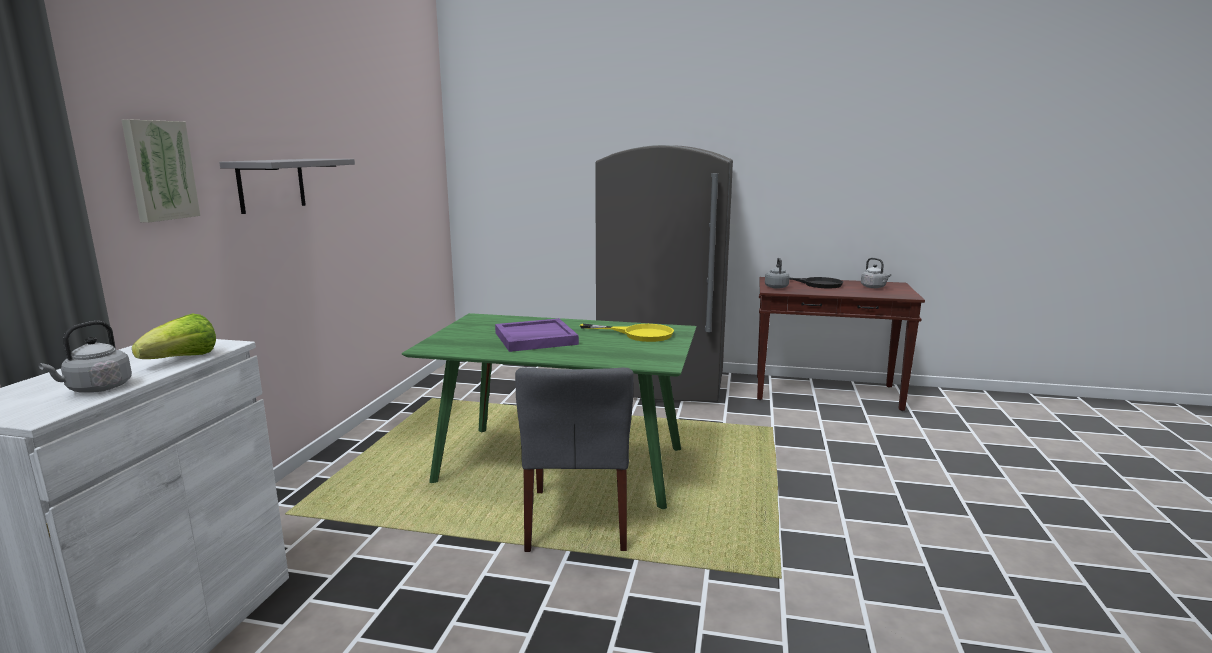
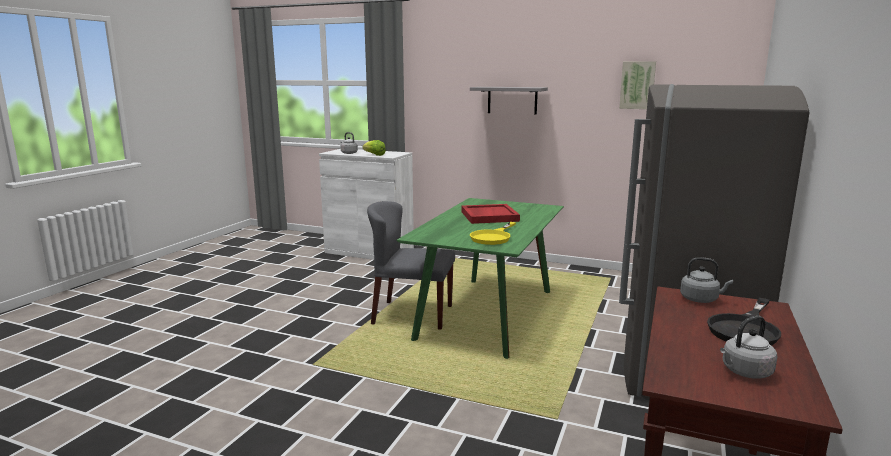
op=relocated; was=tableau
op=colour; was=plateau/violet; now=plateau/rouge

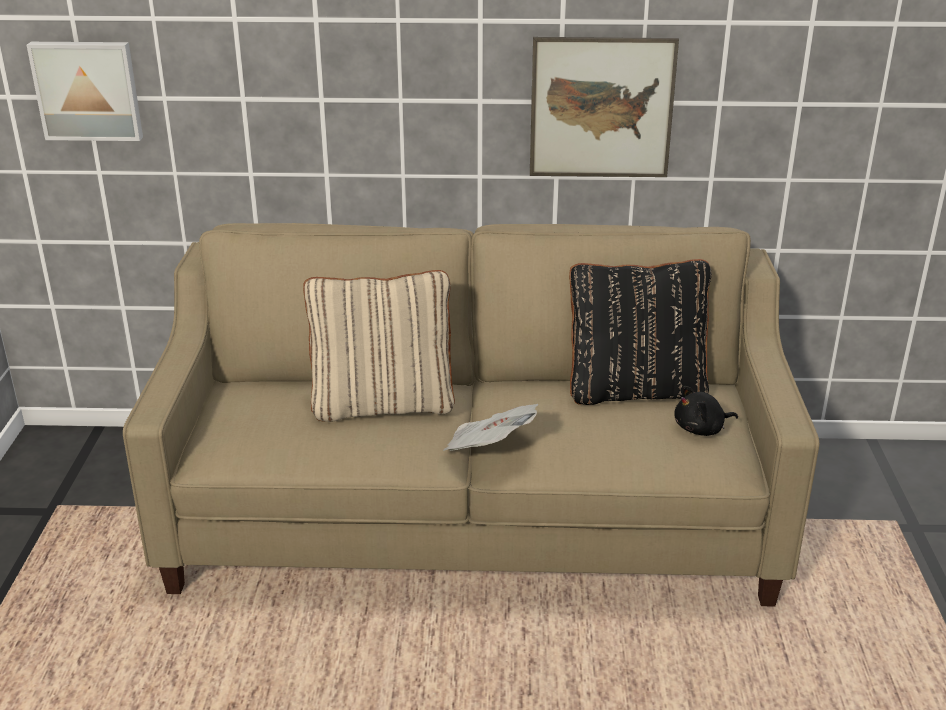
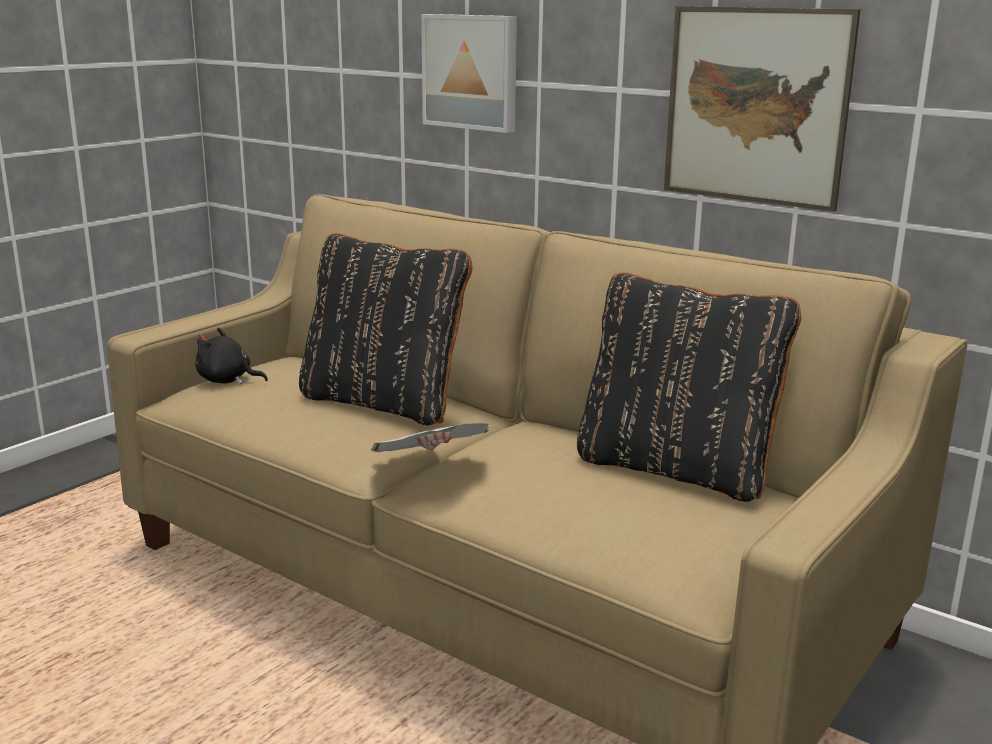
op=relocated; was=tableau (no. 1 from left)
op=colour; was=coussin/beige; now=coussin/noir (no. 1 from left)
op=relocated; was=peluche/noir

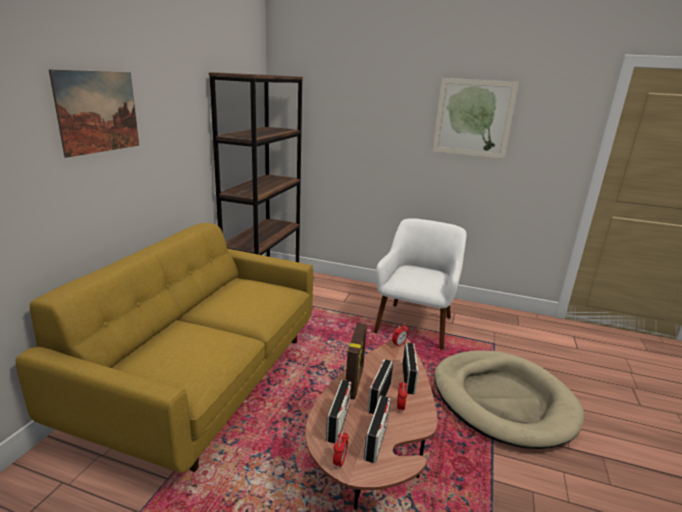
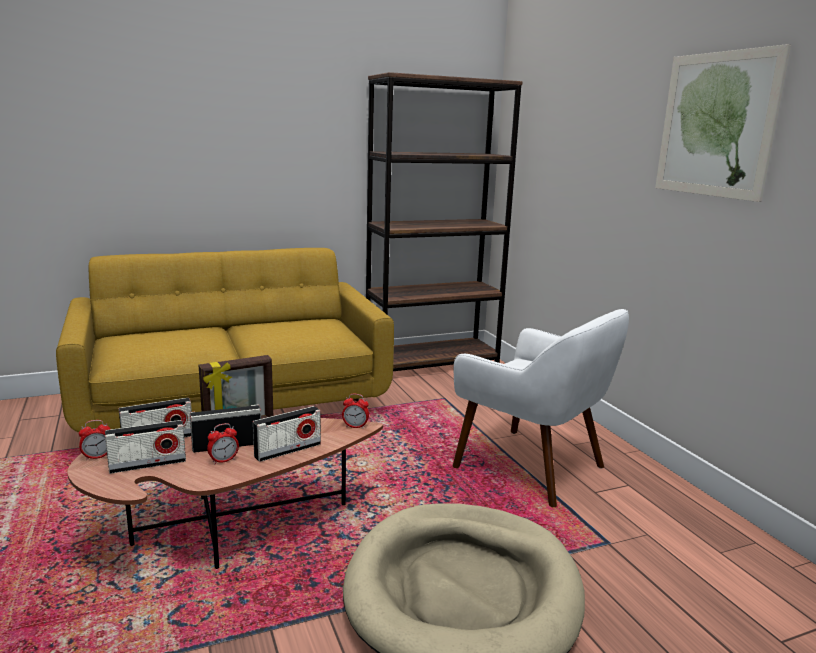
op=missing; was=tableau (no. 1 from left)
op=spun; was=fauteuil/blanc; clockwise=60

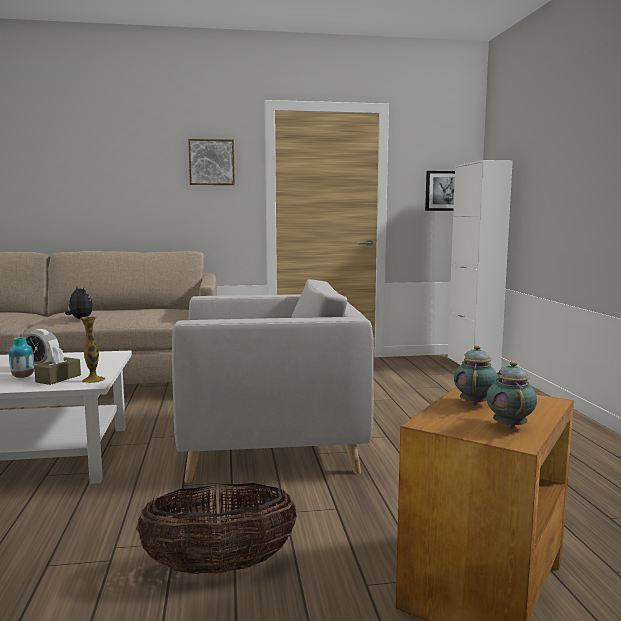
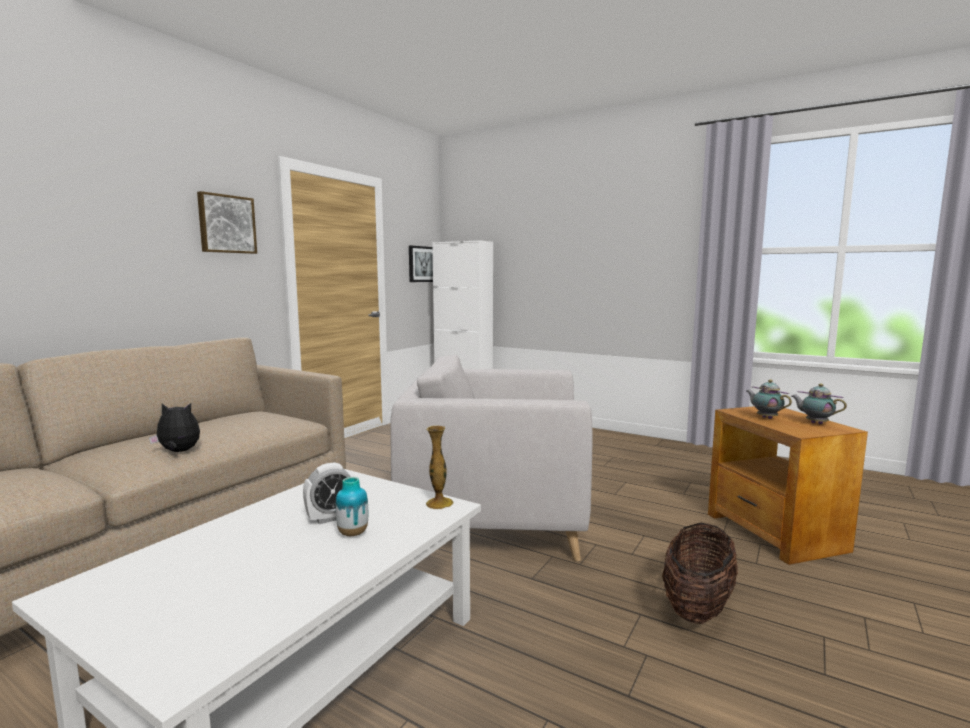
op=missing; was=boîte à mouchoirs/marron
op=spun; was=fauteuil/gris; clockwise=-120

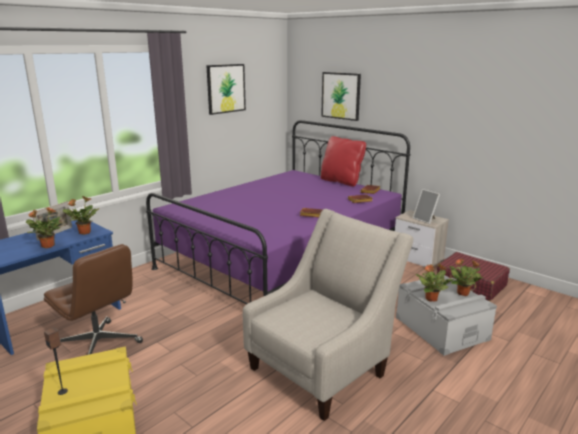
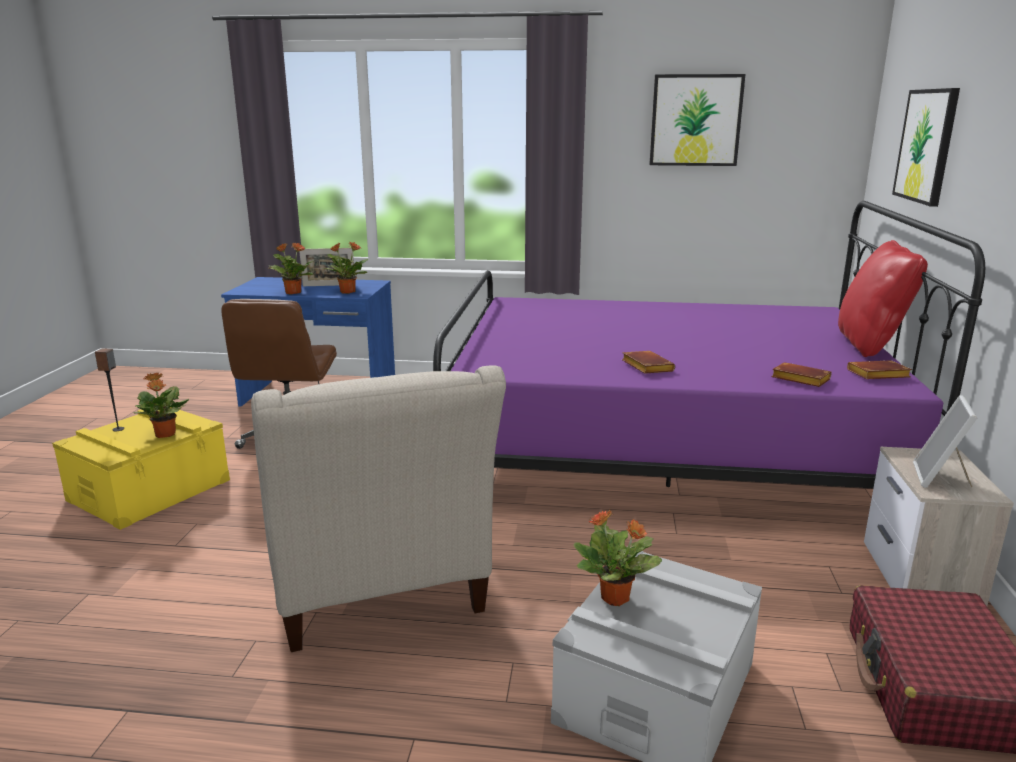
op=spun; was=fauteuil/beige; clockwise=60
op=relocated; was=plante en pot (no. 4 from left in the first image); now=plante en pot (no. 1 from left)

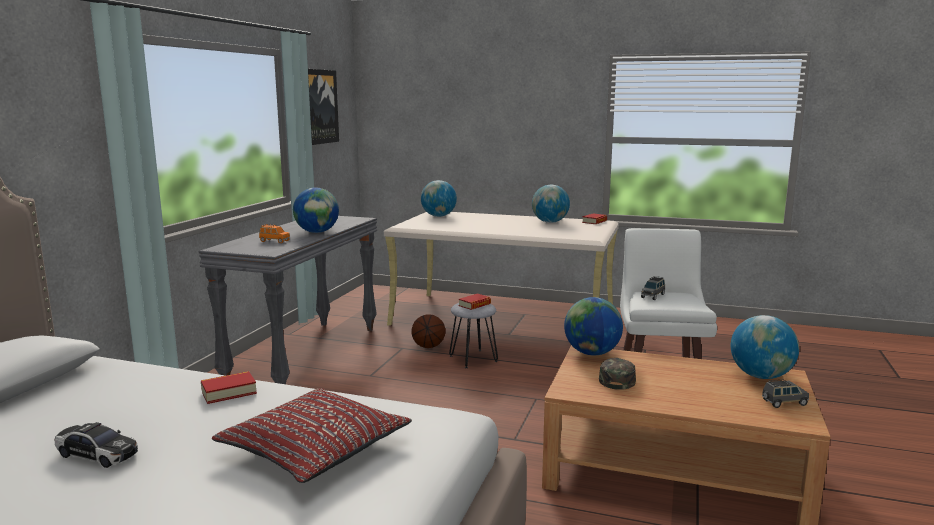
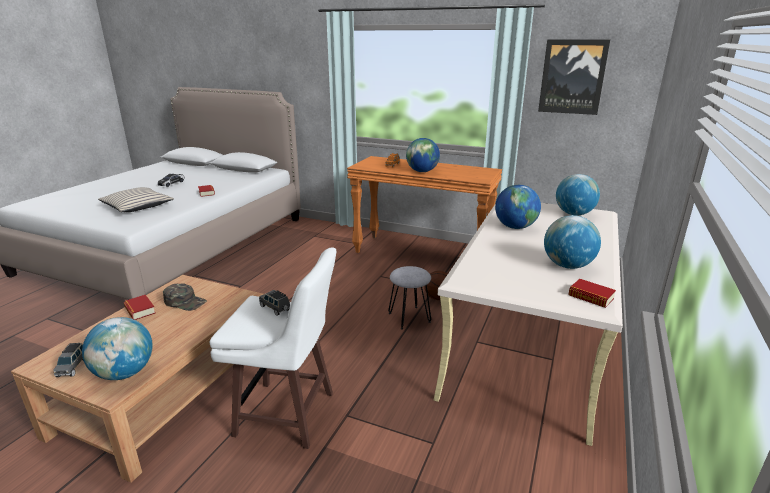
op=colour; was=table console/gris; now=table console/orange
op=colour; was=coussin/rouge; now=coussin/beige
op=relocated; was=livre (no. 2 from left in the first image); now=livre (no. 1 from left)
op=relocated; was=globe (no. 4 from left in the first image); now=globe (no. 3 from left)

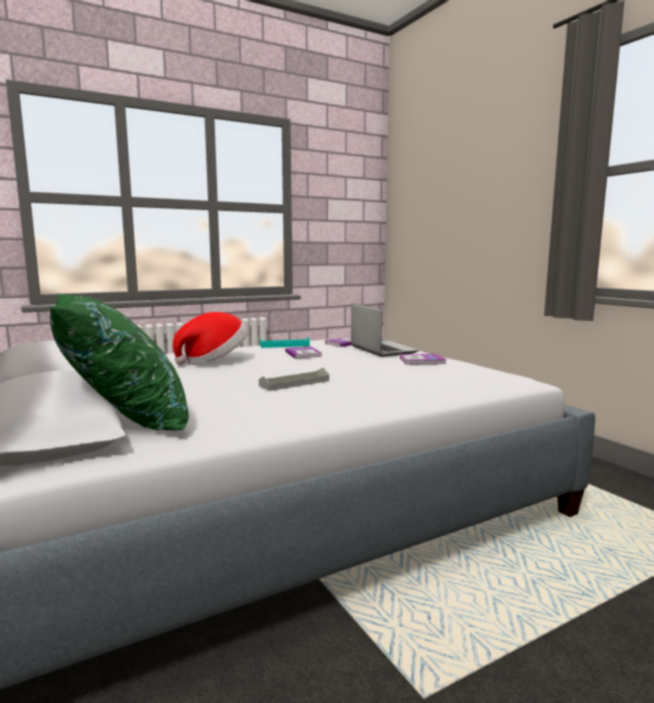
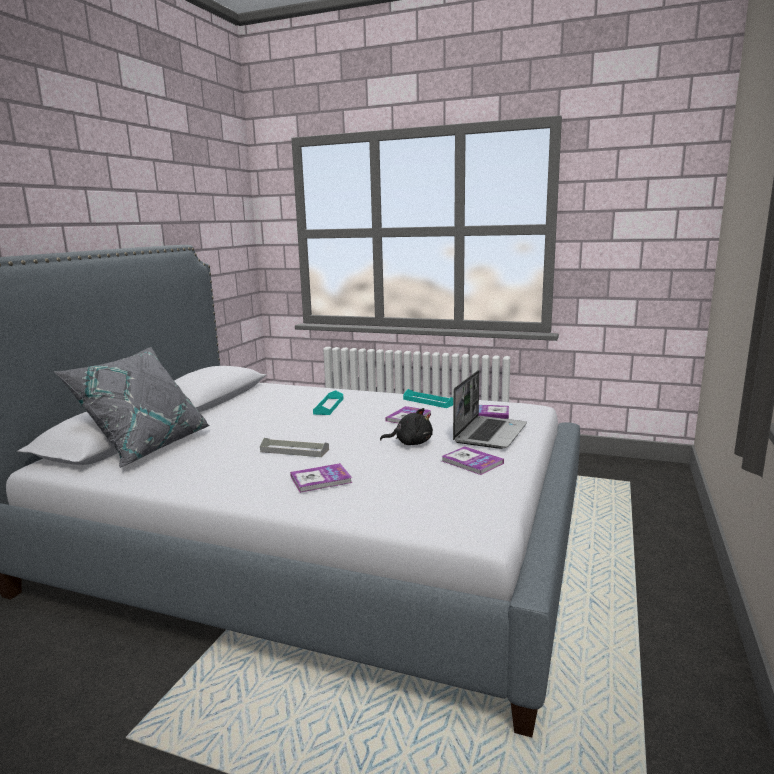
op=colour; was=coussin/vert; now=coussin/gris
op=exchanged; was=chapeau; now=plateau/turquoise (no. 1 from left)
op=appeared; now=livre (no. 1 from left)
op=appeared; now=peluche/noir

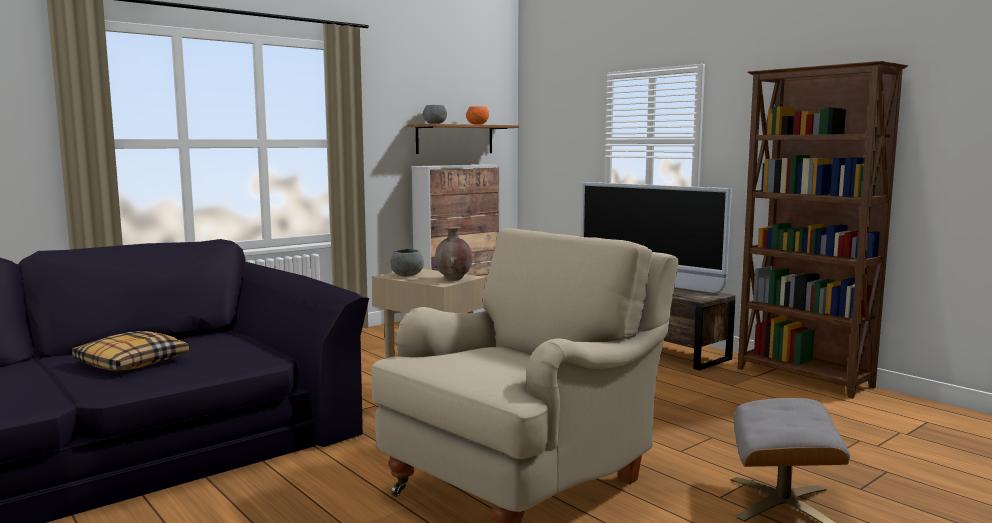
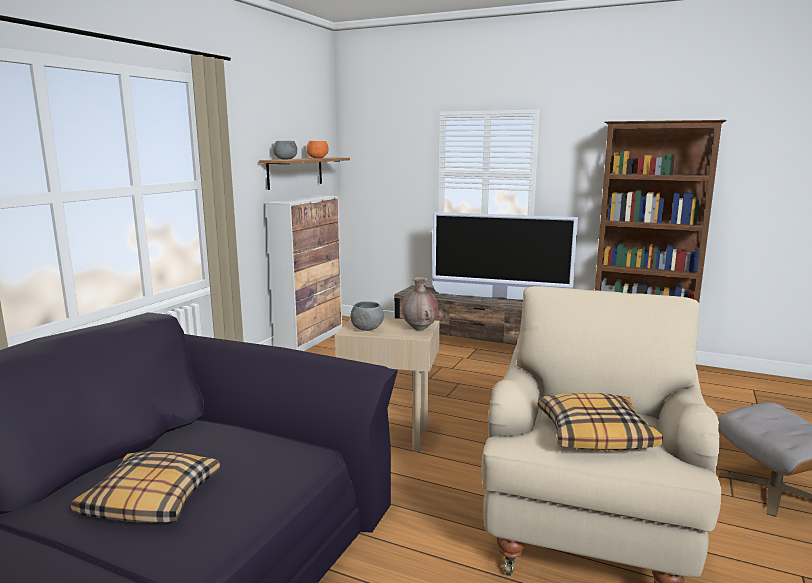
op=appeared; now=coussin (no. 2 from left)

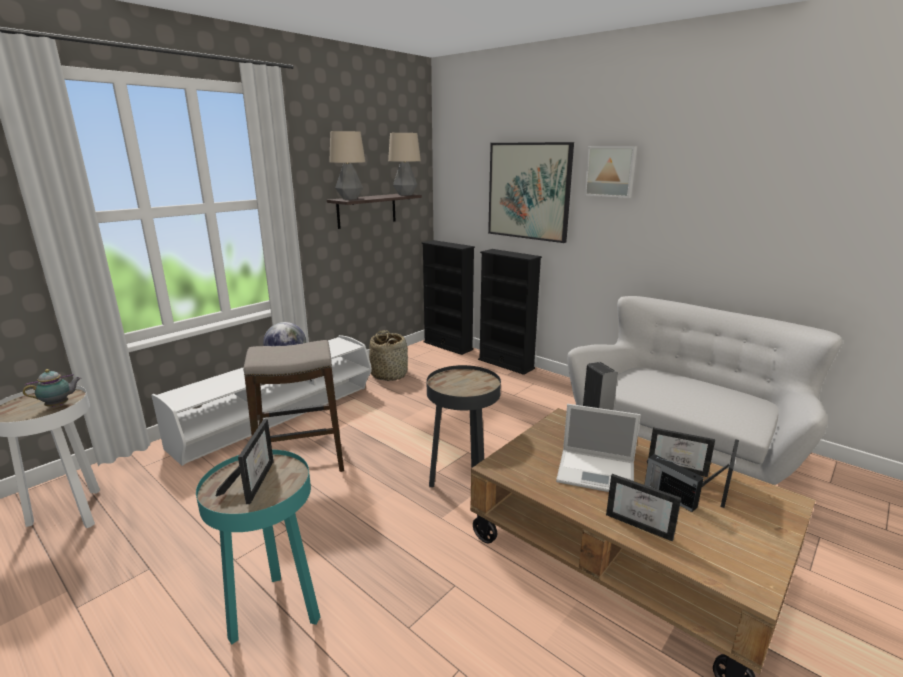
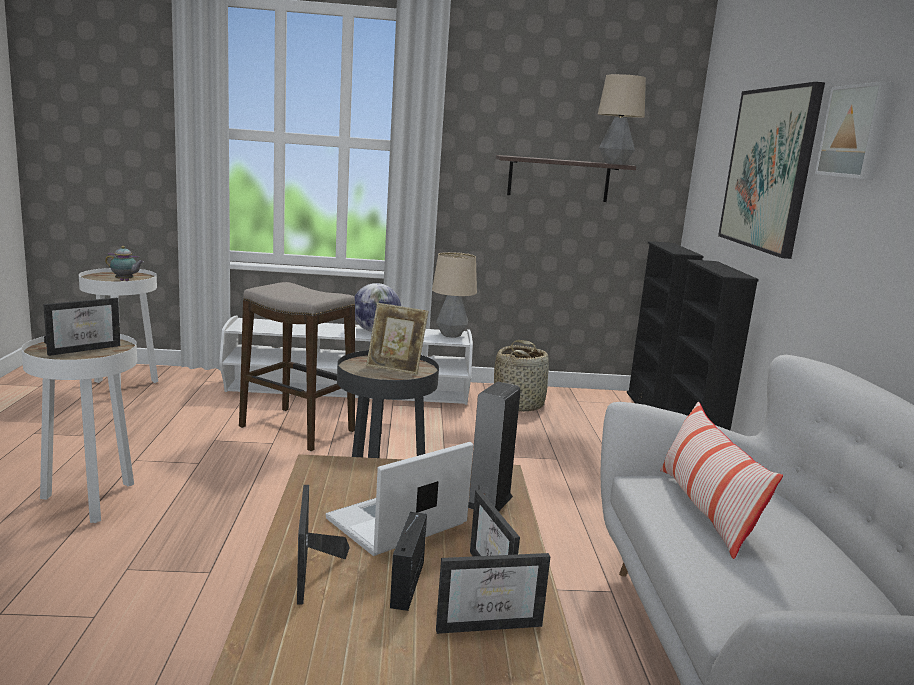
op=colour; was=table d'appoint/turquoise; now=table d'appoint/blanc (no. 1 from left)
op=relocated; was=lampe de table (no. 1 from left)
op=spun; was=ordinateur portable; clockwise=75
op=appeared; now=cadre photo (no. 3 from left)
op=appeared; now=coussin

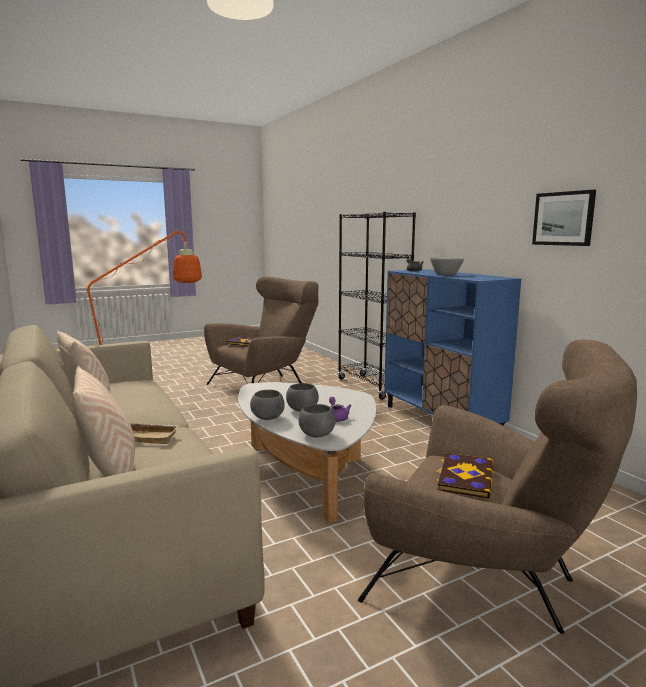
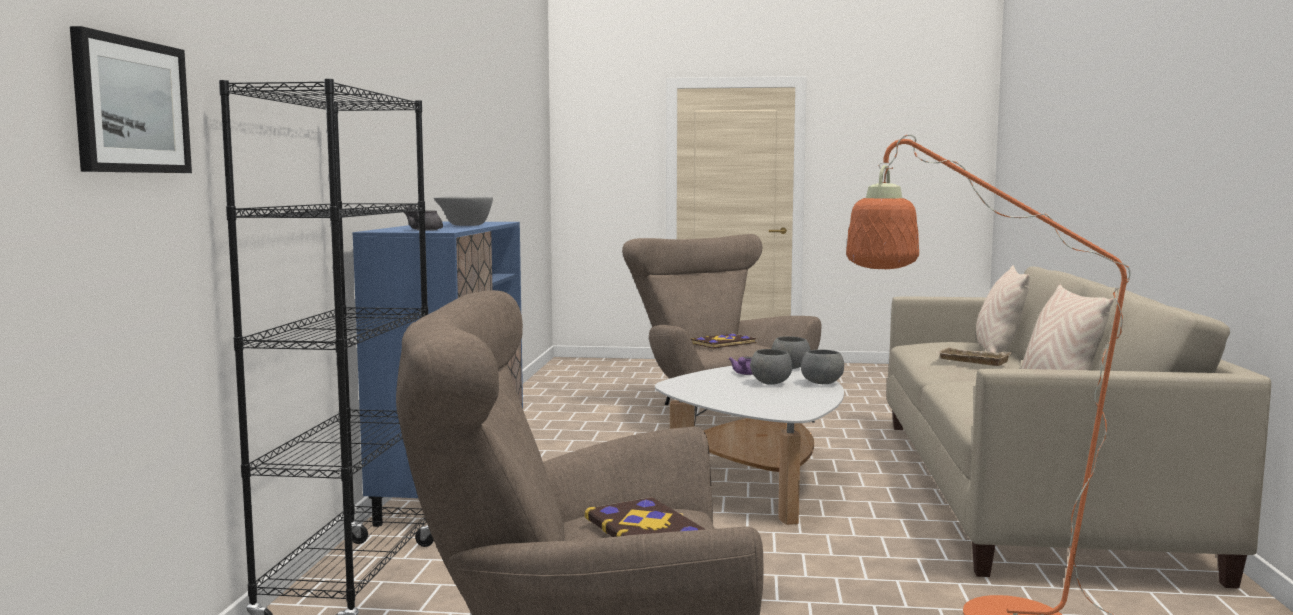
op=relocated; was=tableau

